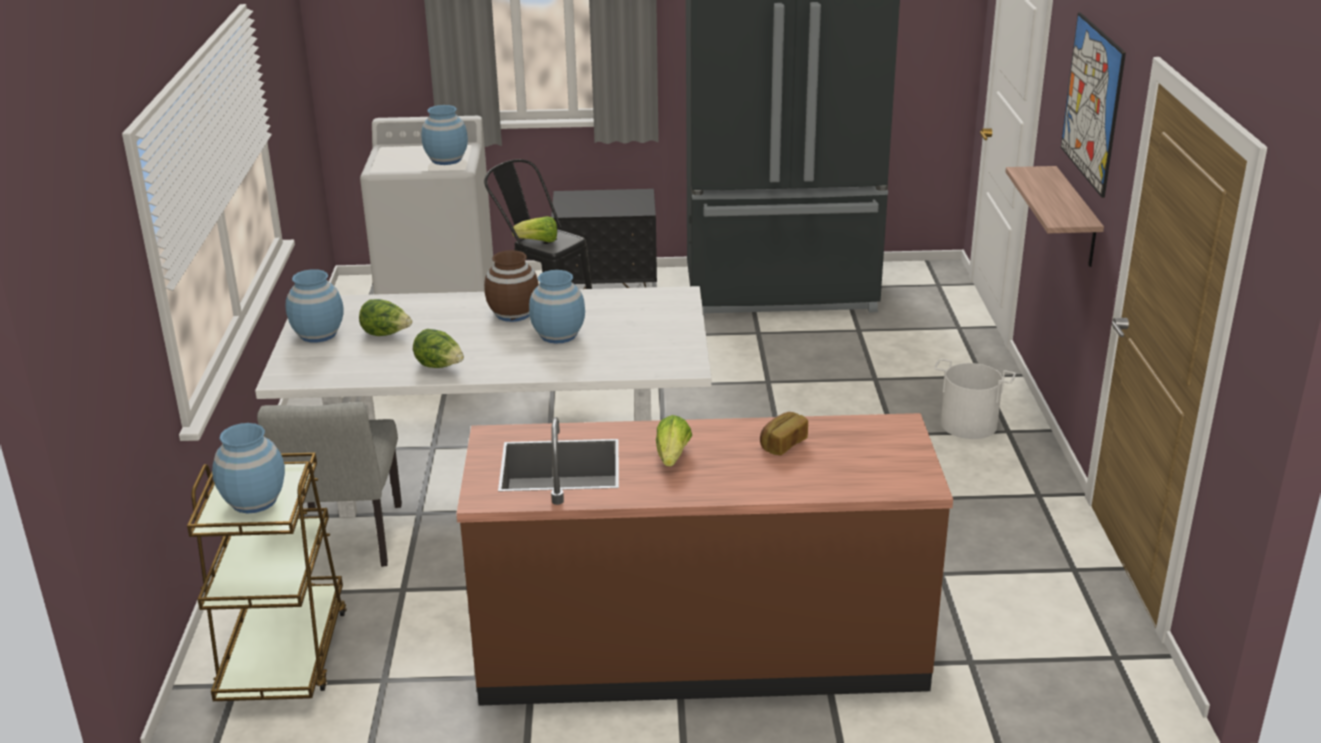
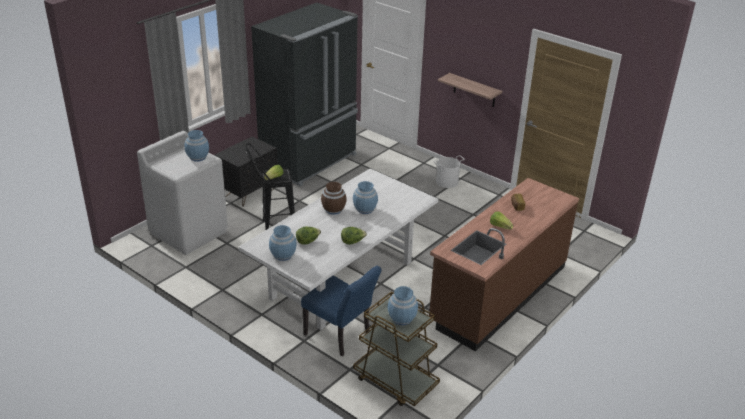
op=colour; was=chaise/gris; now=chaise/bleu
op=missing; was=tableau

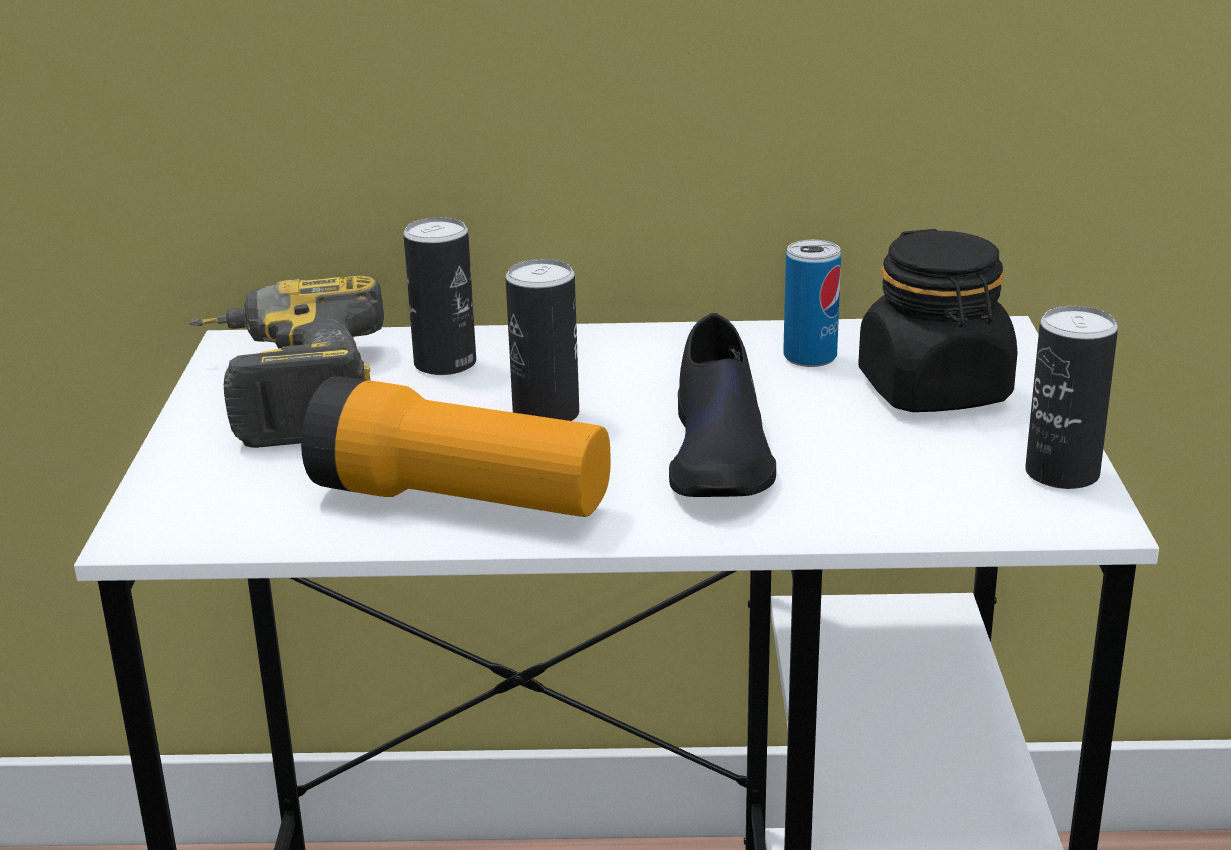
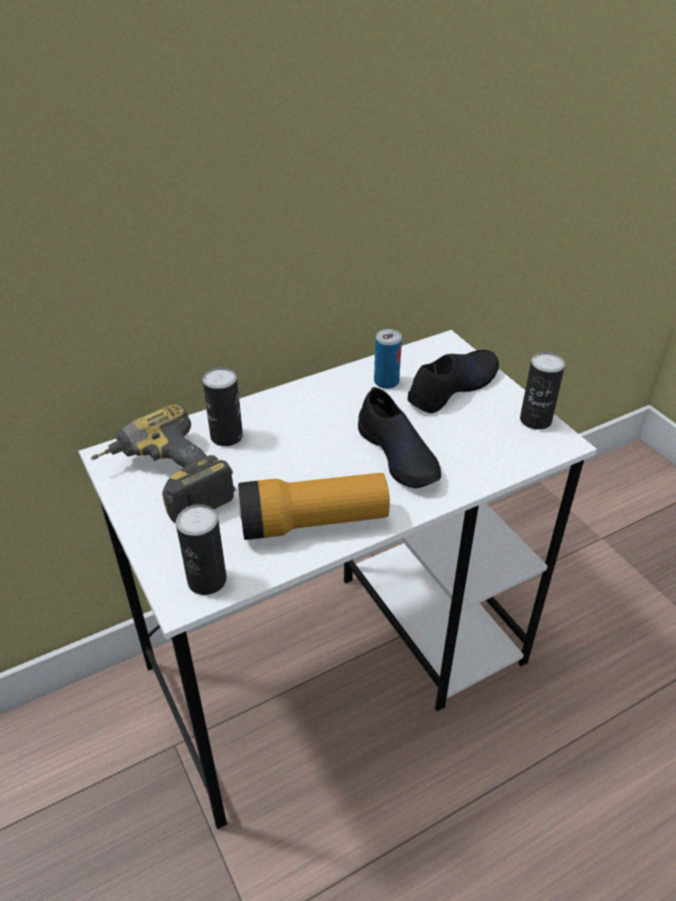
op=relocated; was=boîte métallique (no. 2 from left in the first image); now=boîte métallique (no. 1 from left)
op=exchanged; was=bocal/noir; now=chaussure/noir (no. 2 from left)

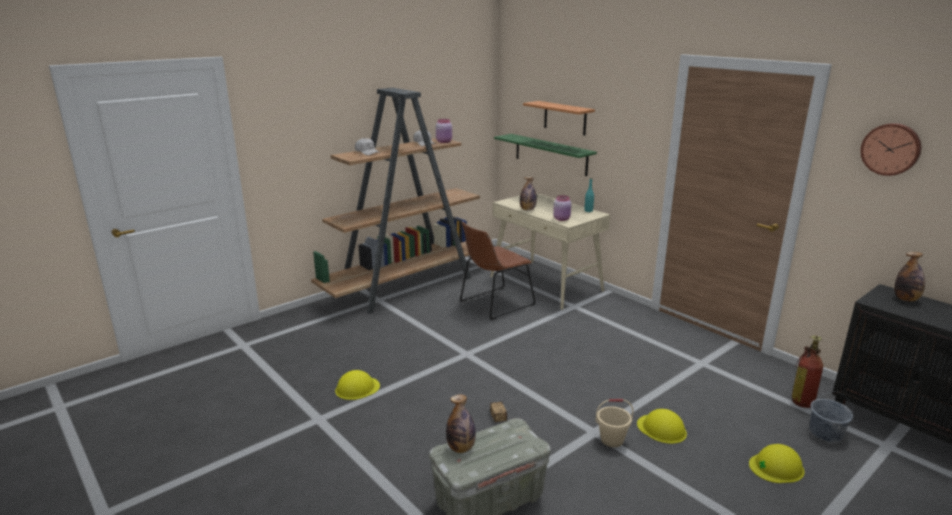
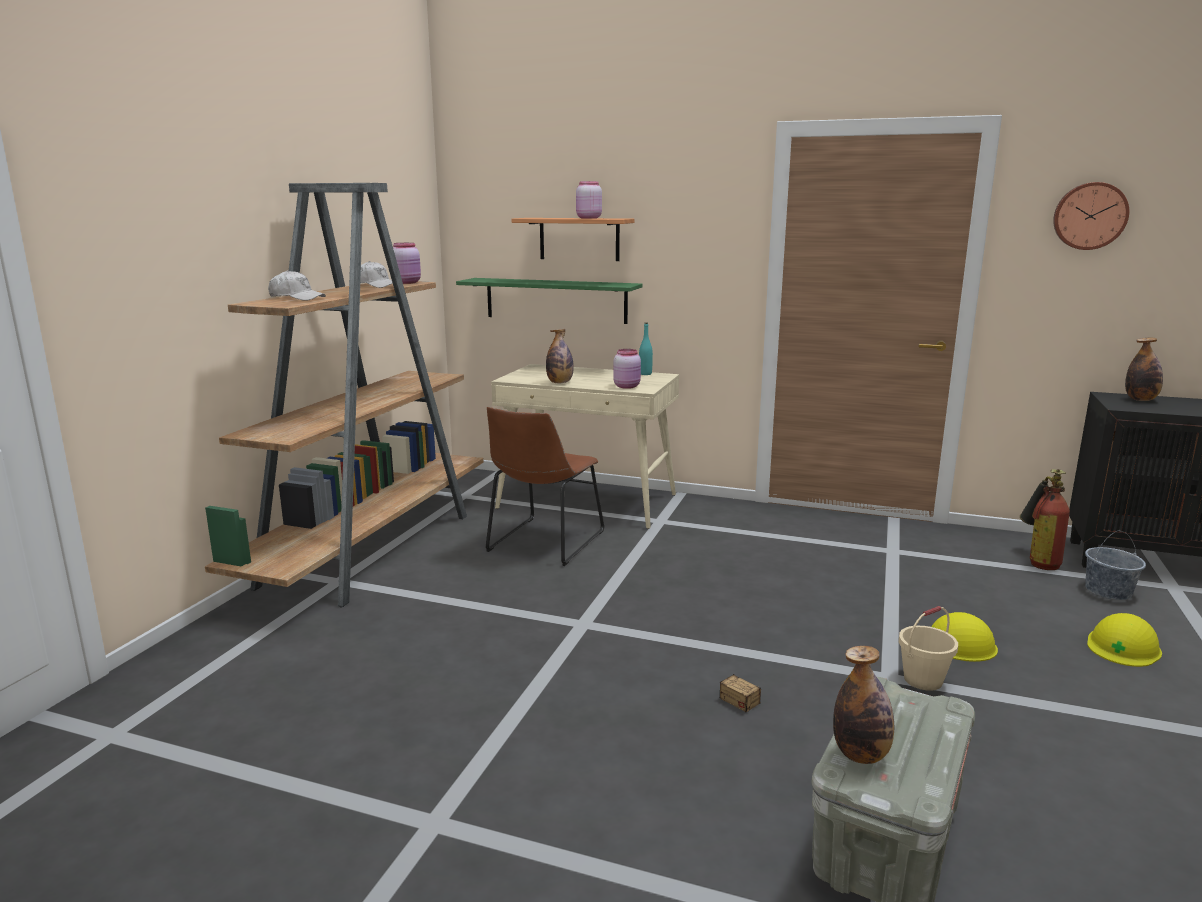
op=missing; was=casque de chantier/jaune (no. 1 from left)
op=appeared; now=bocal/rose (no. 2 from left)

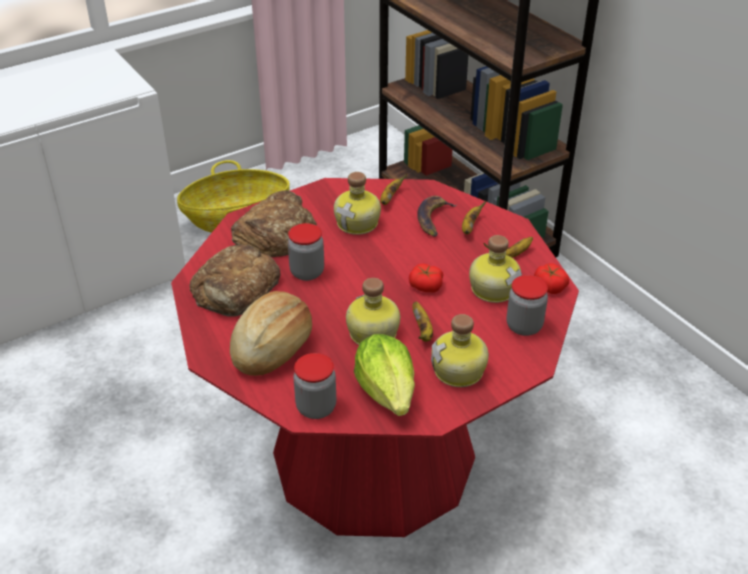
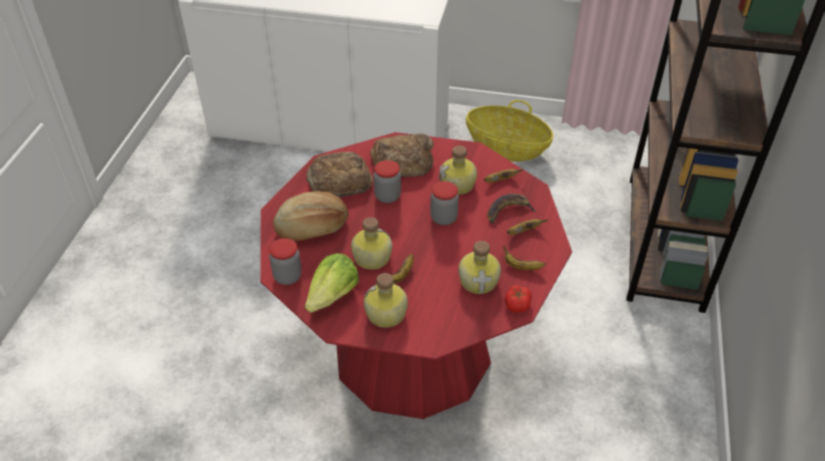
op=missing; was=tomate (no. 1 from left)
op=relocated; was=bocal (no. 3 from left)

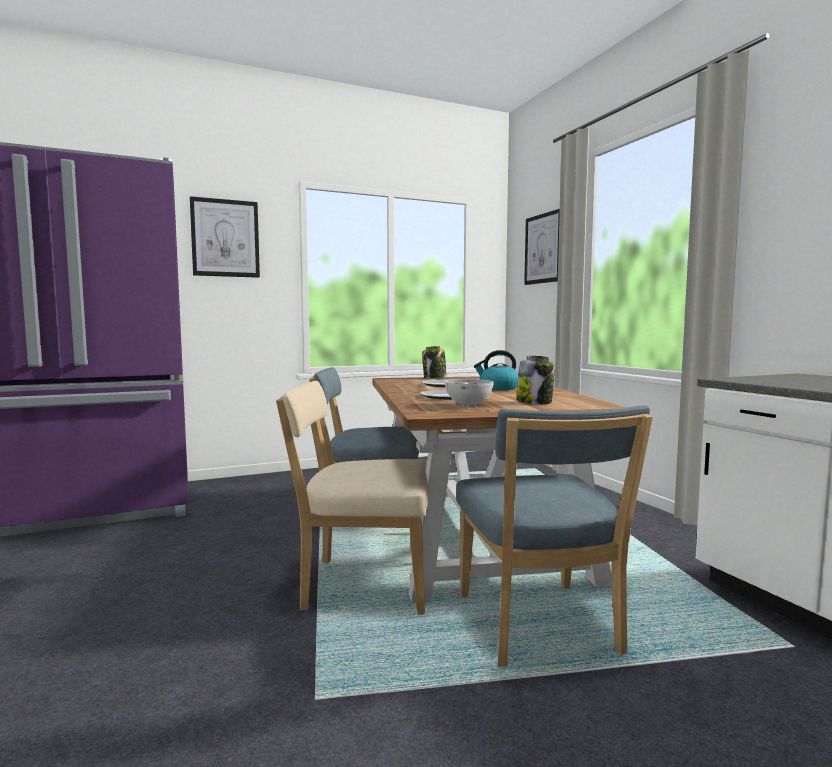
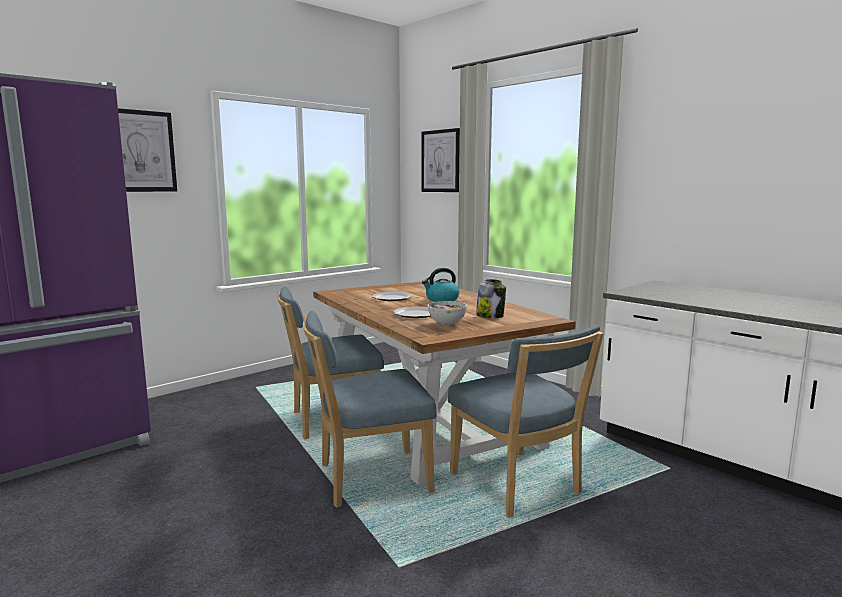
op=colour; was=chaise/beige; now=chaise/bleu (no. 2 from left)
op=missing; was=bocal (no. 1 from left)

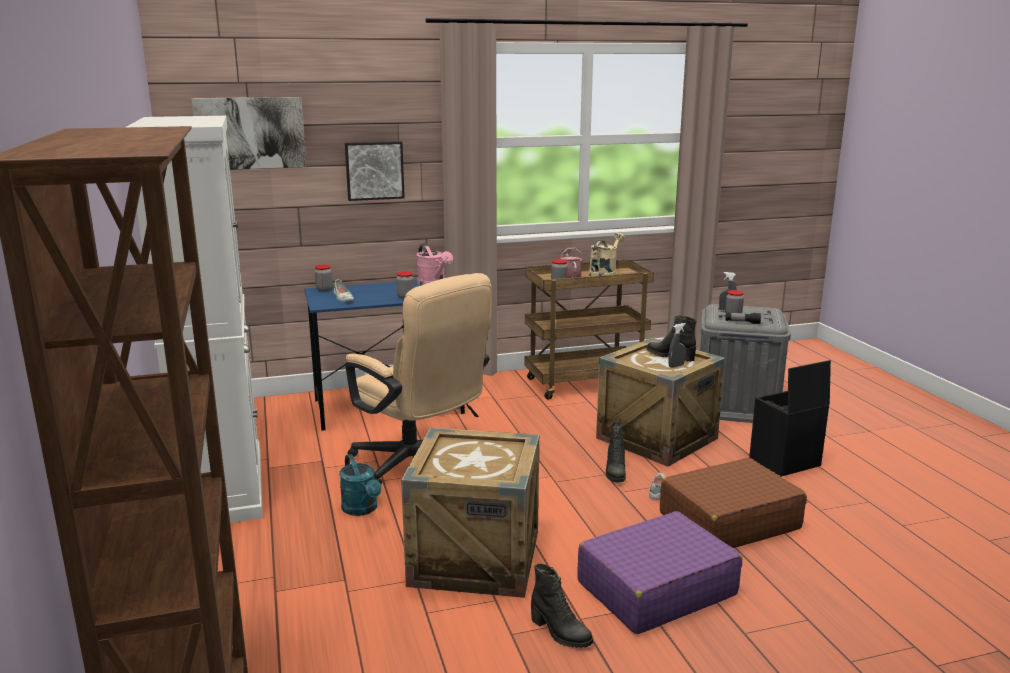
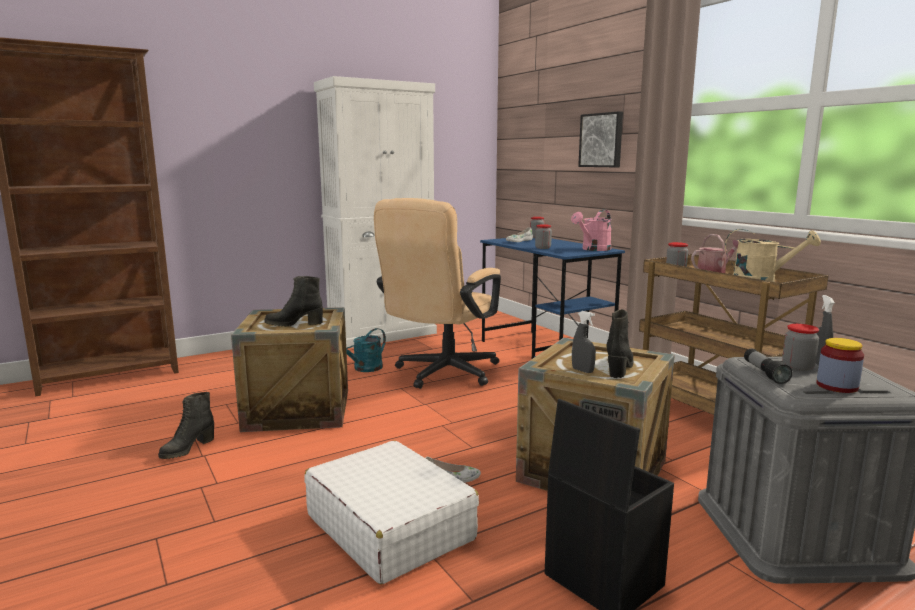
op=missing; was=tableau (no. 1 from left)
op=missing; was=valise/violet
op=relocated; was=botte/noir (no. 2 from left)
op=colour; was=valise/marron; now=valise/blanc
op=appeared; now=bocal (no. 5 from left)

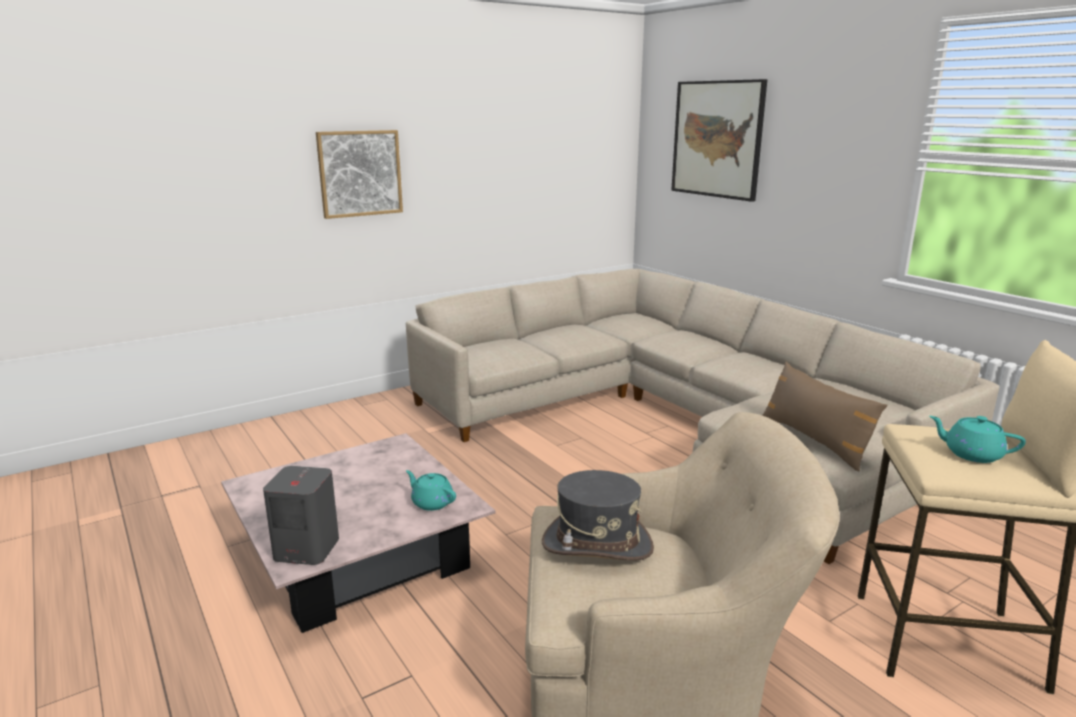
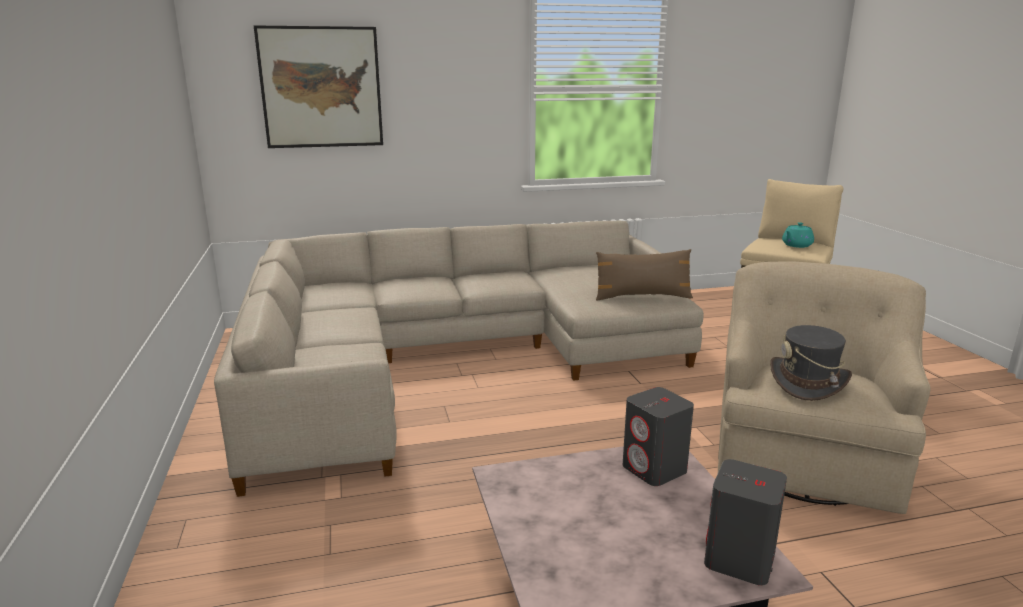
op=missing; was=tableau (no. 1 from left)
op=exchanged; was=théière/turquoise (no. 1 from left); now=enceinte/gris (no. 1 from left)

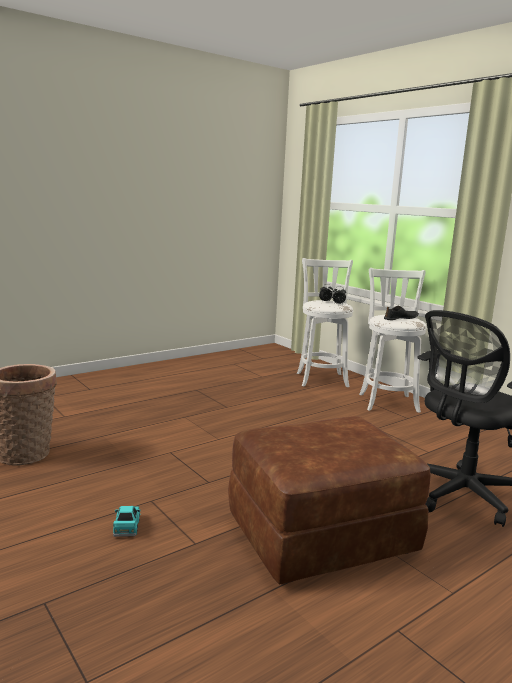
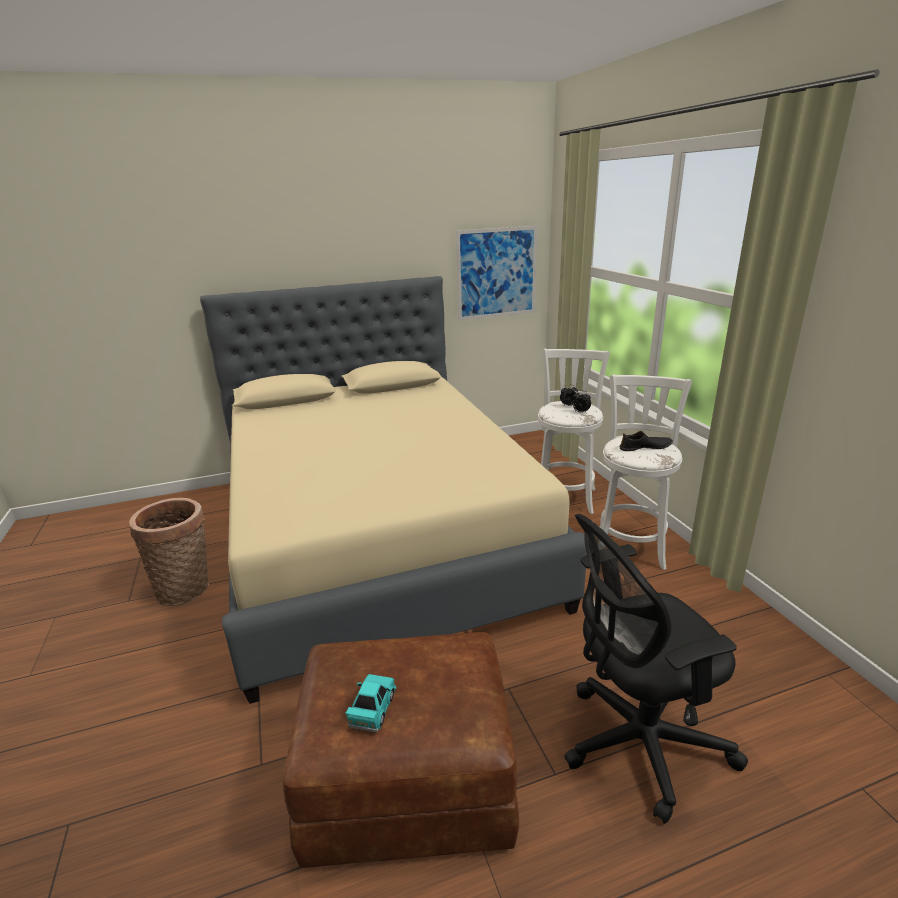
op=relocated; was=petite voiture/turquoise
op=appeared; now=lit/beige
op=appeared; now=tableau

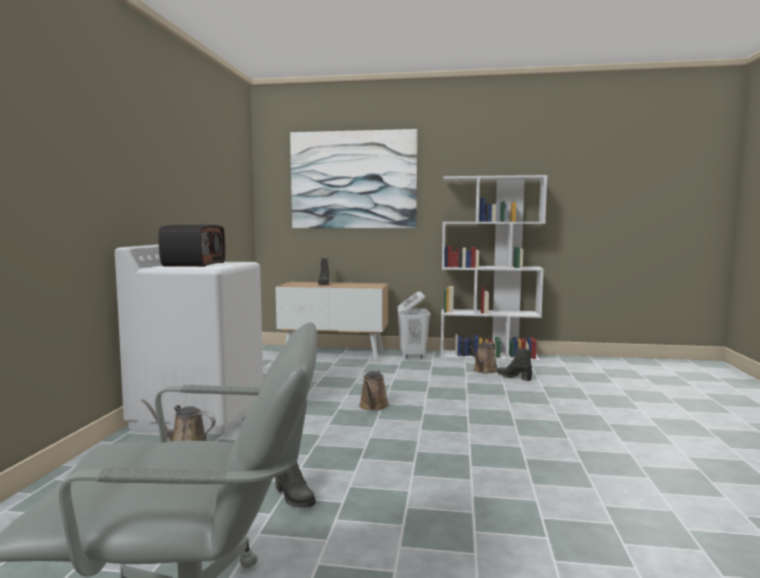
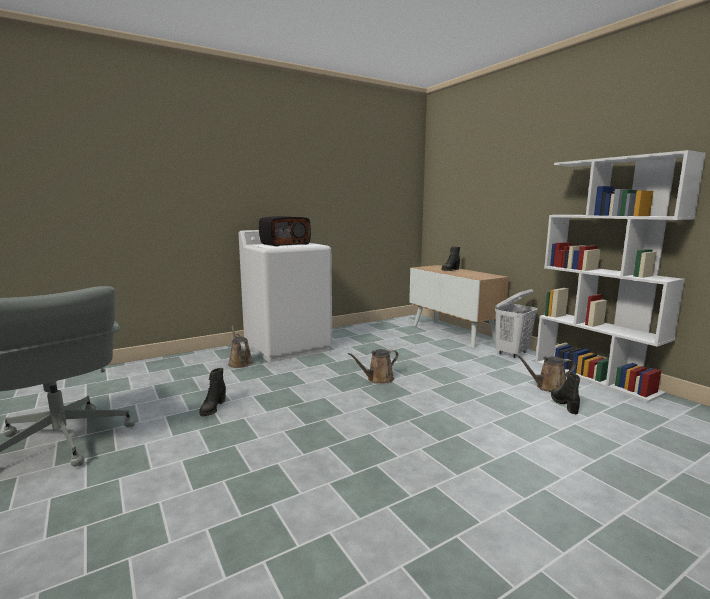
op=missing; was=tableau

